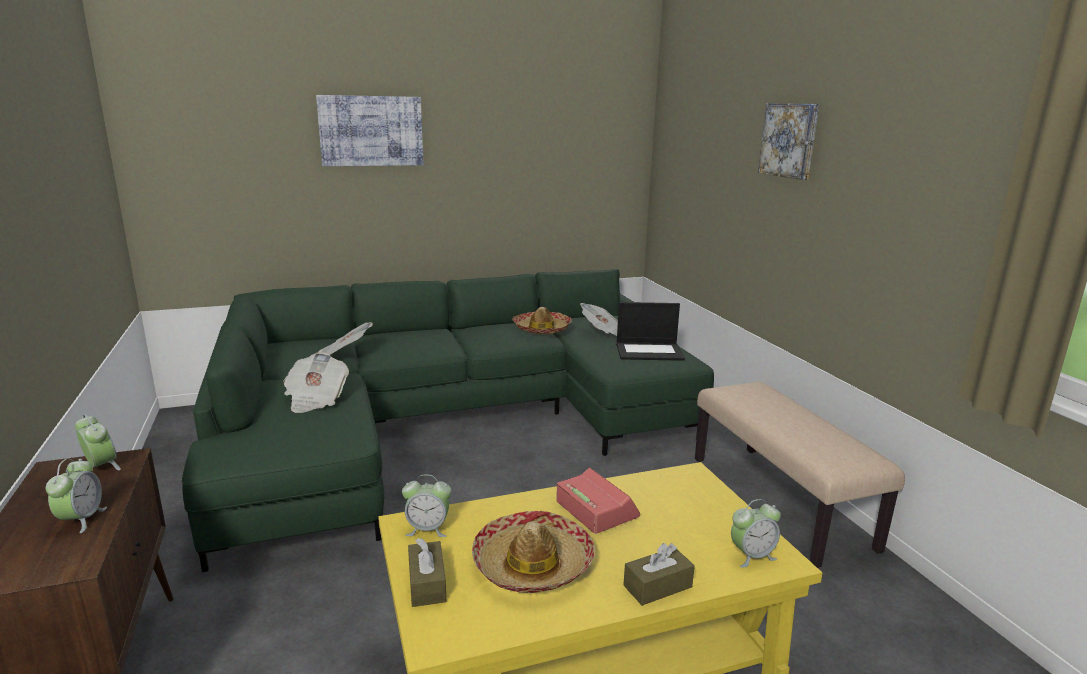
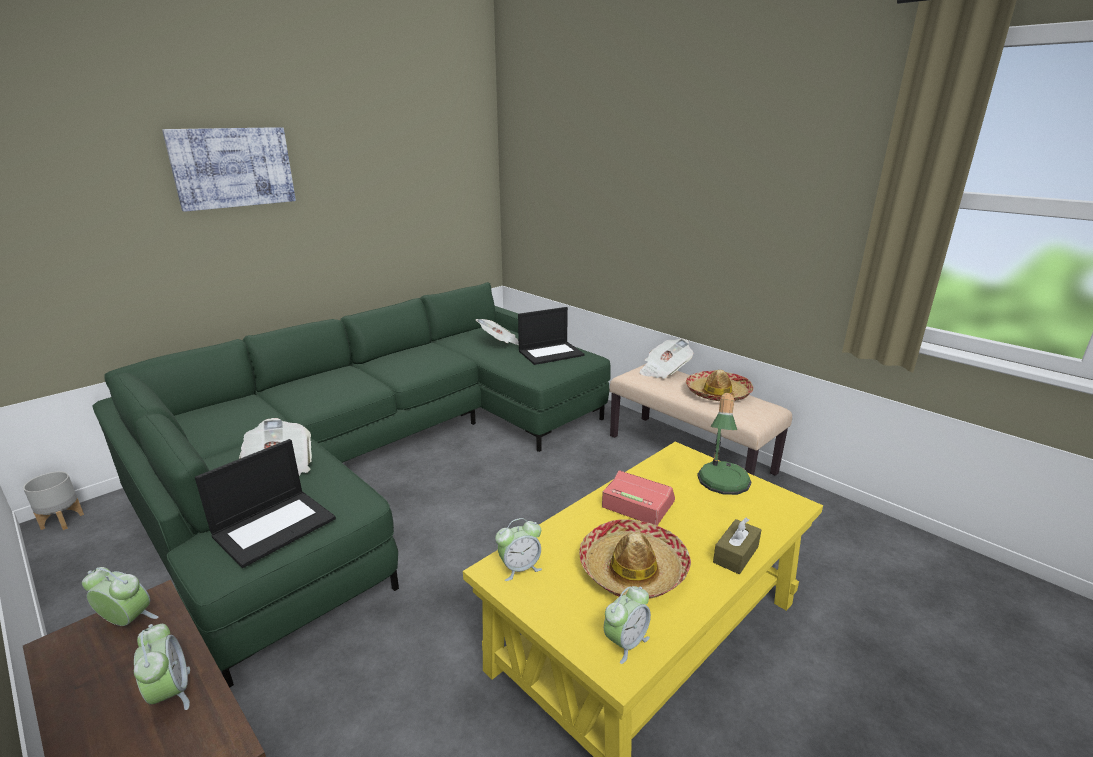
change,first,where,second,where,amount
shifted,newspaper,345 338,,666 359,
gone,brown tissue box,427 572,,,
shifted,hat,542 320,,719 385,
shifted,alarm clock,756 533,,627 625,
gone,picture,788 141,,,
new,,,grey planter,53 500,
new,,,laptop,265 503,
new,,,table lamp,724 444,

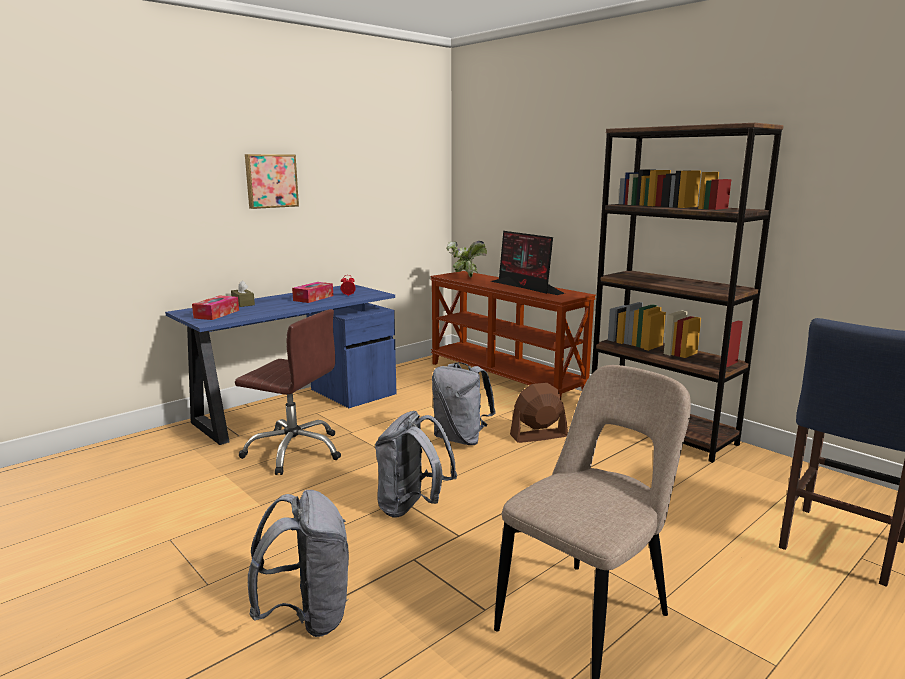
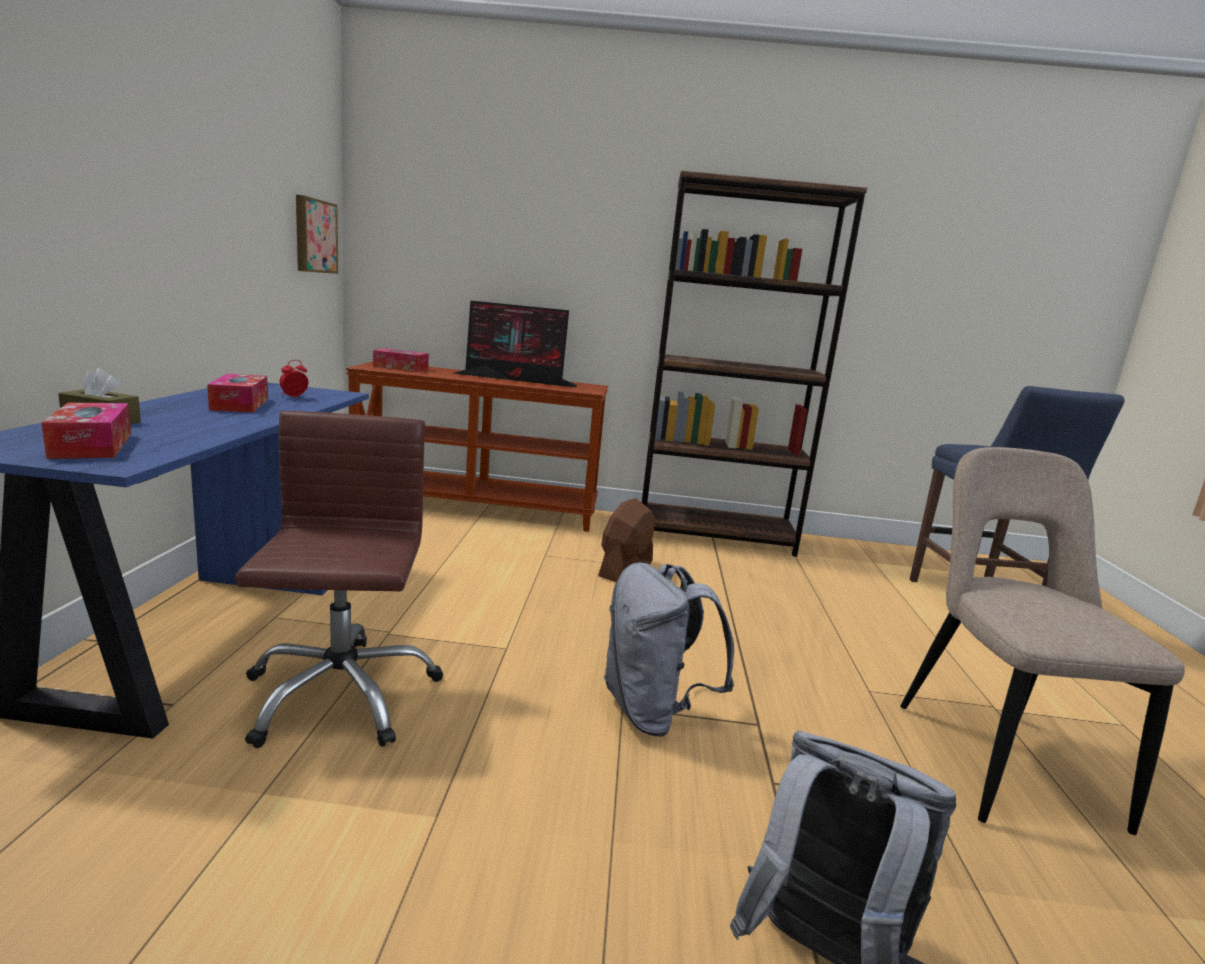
change,first,where,second,where,amount
rotated,brown office chair,288 392,,339 579,75 degrees counterclockwise
shifted,picture,272 181,,317 234,
gone,grey backpack,464 403,,,
swapped,potted plant,467 259,tissue box,401 360,

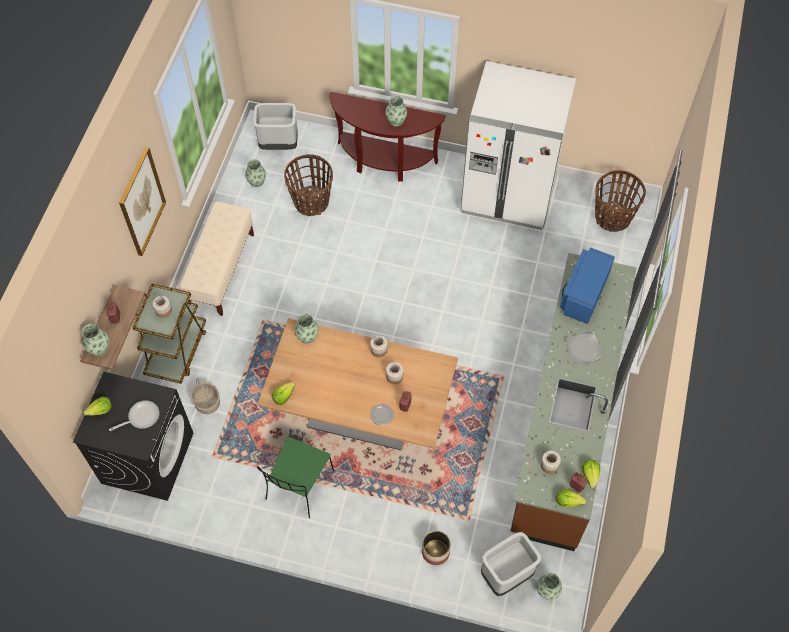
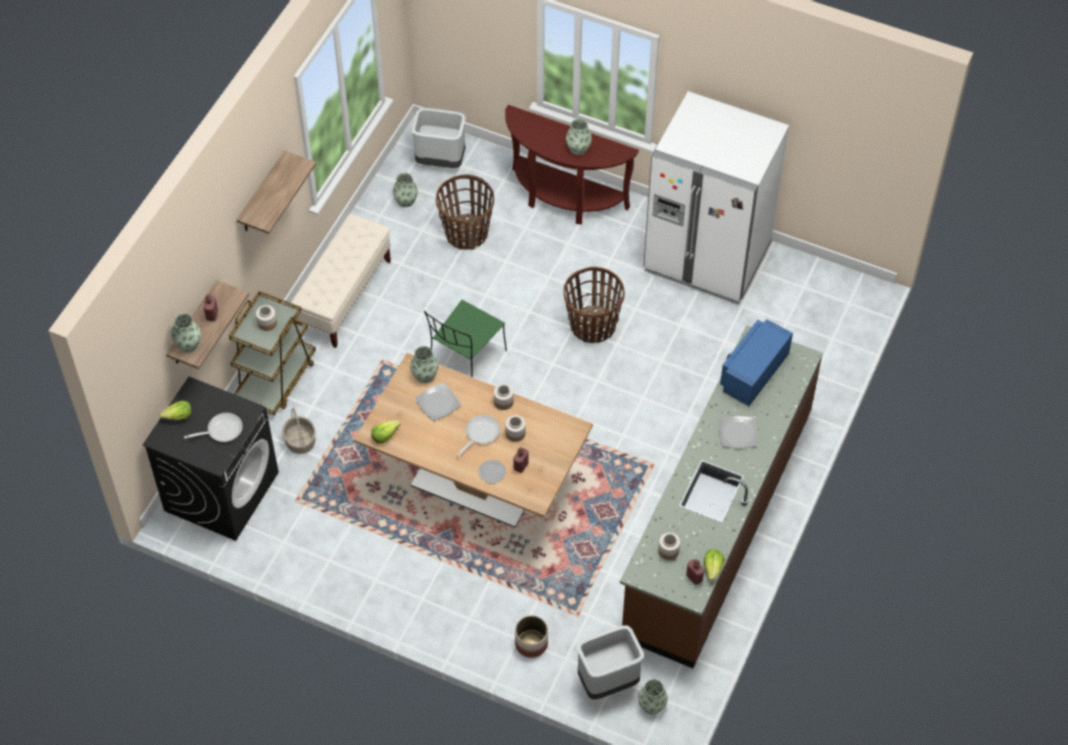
change,first,where,second,where,amount
swapped,picture,142 201,shelf,276 192,
shifted,green chair,295 478,,465 338,
gone,lettuce,571 497,,,
shifted,basket,620 201,,594 305,
new,,,plate,438 401,
new,,,frying pan,478 435,

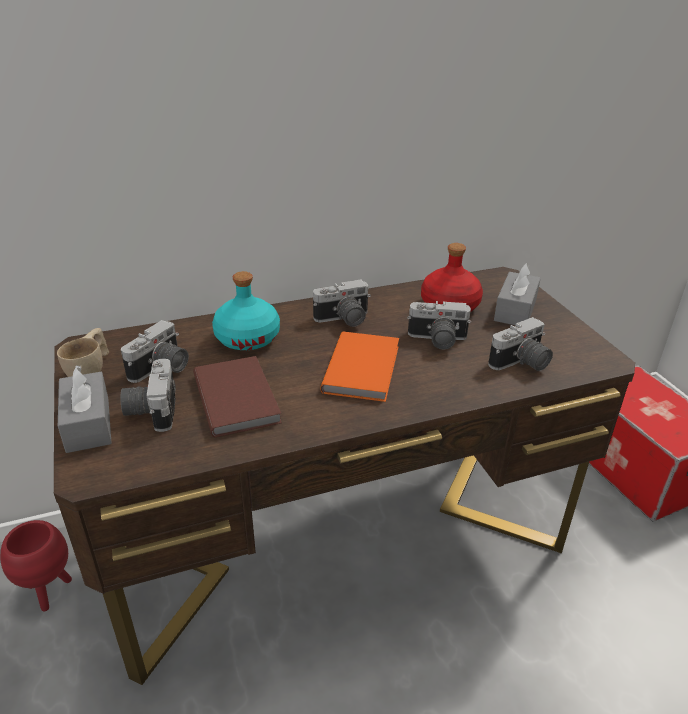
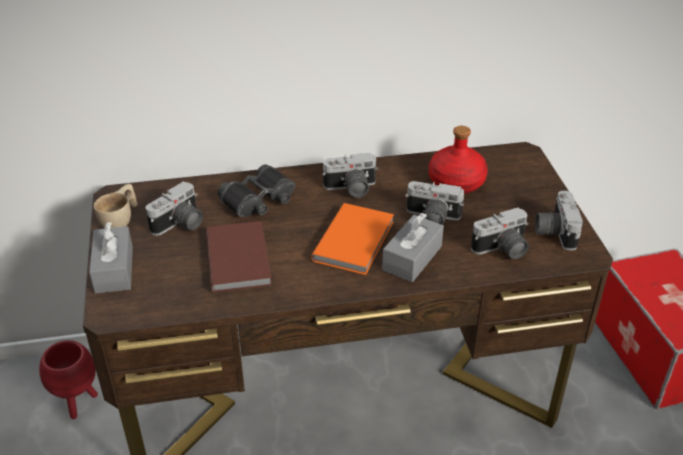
change,first,where,second,where,amount
shifted,photo camera,148 395,,559 221,
swapped,turquoise bottle,246 310,black binoculars,256 190,
shifted,grey tissue box,517 294,,413 247,

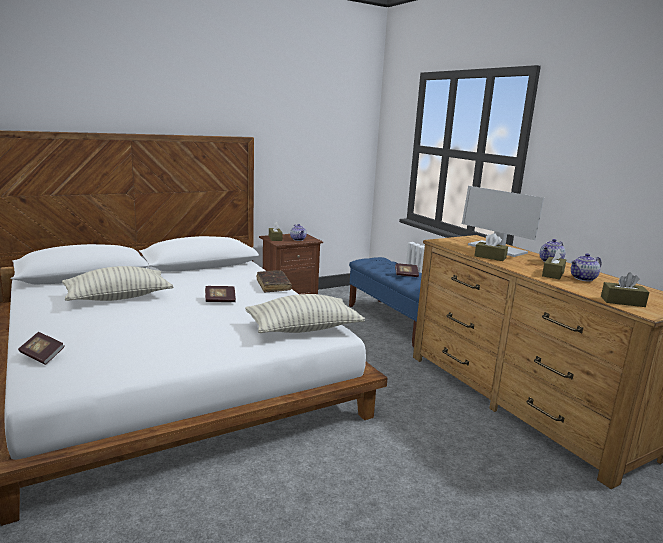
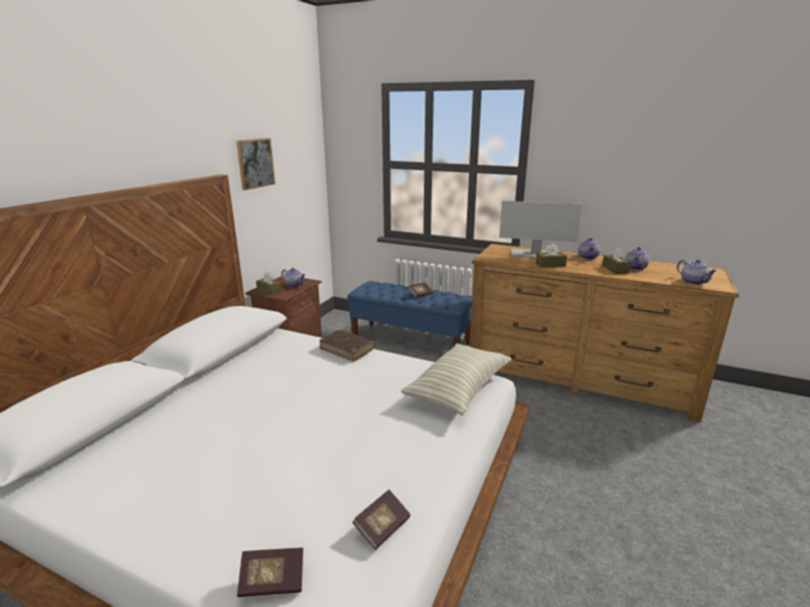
change,first,where,second,where,amount
gone,pillow,117 283,,,
shifted,book,220 294,,381 520,
swapped,brown tissue box,625 289,teapot,697 272,
new,,,picture,255 164,

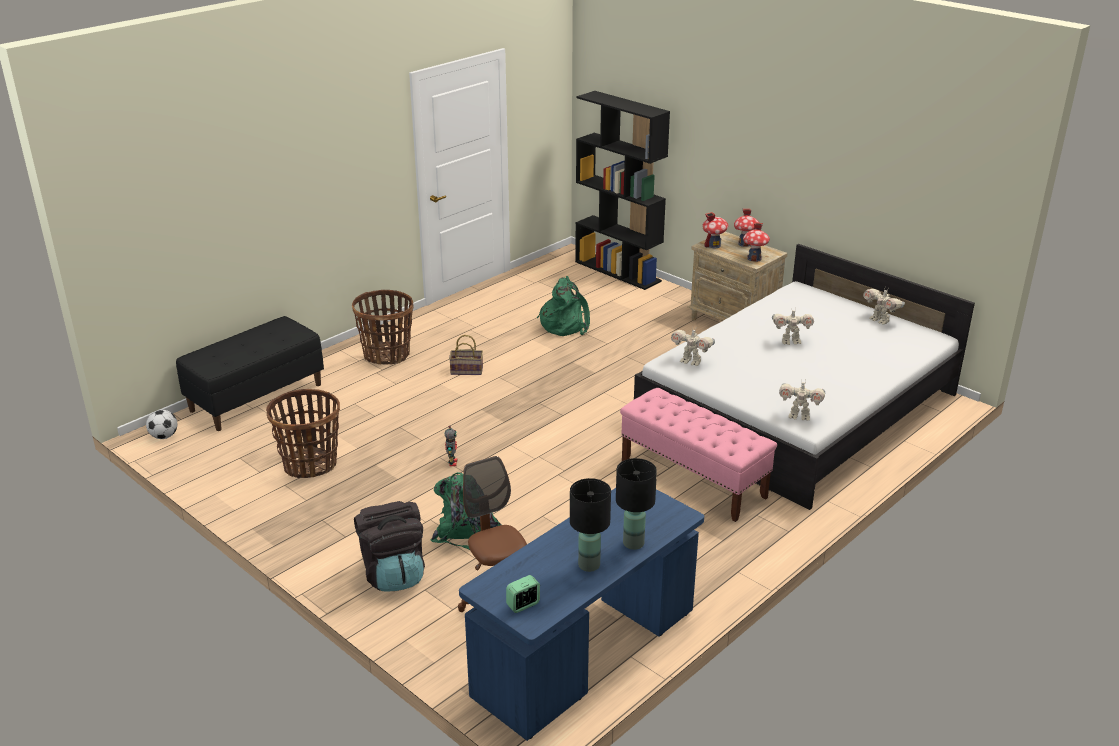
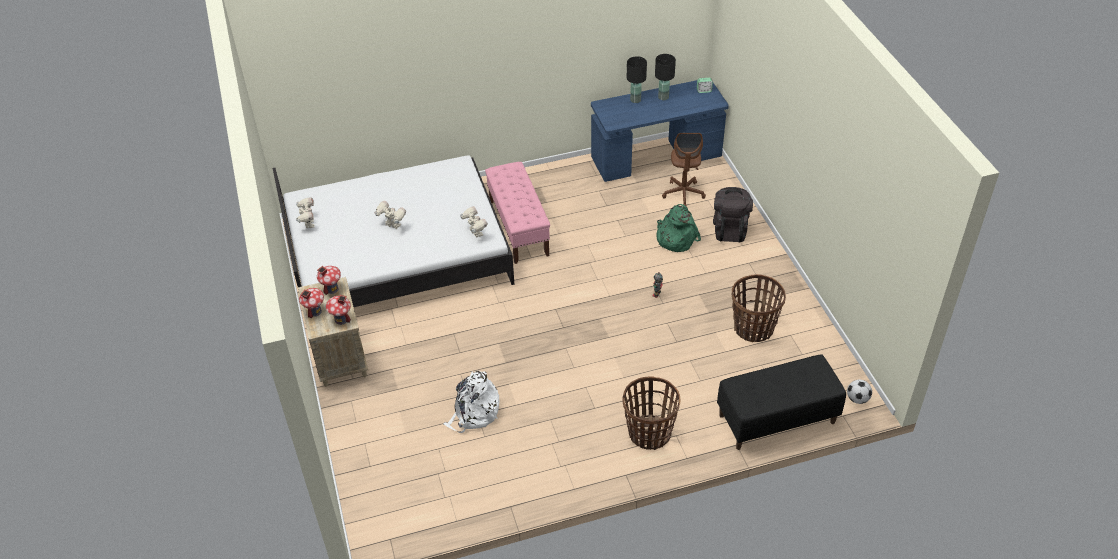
change,first,where,second,where,amount
gone,basket,466 355,,,
repainted,green backpack,563 306,white backpack,471 401,
gone,black bookcase,622 190,,,
gone,toy robot,802 399,,,

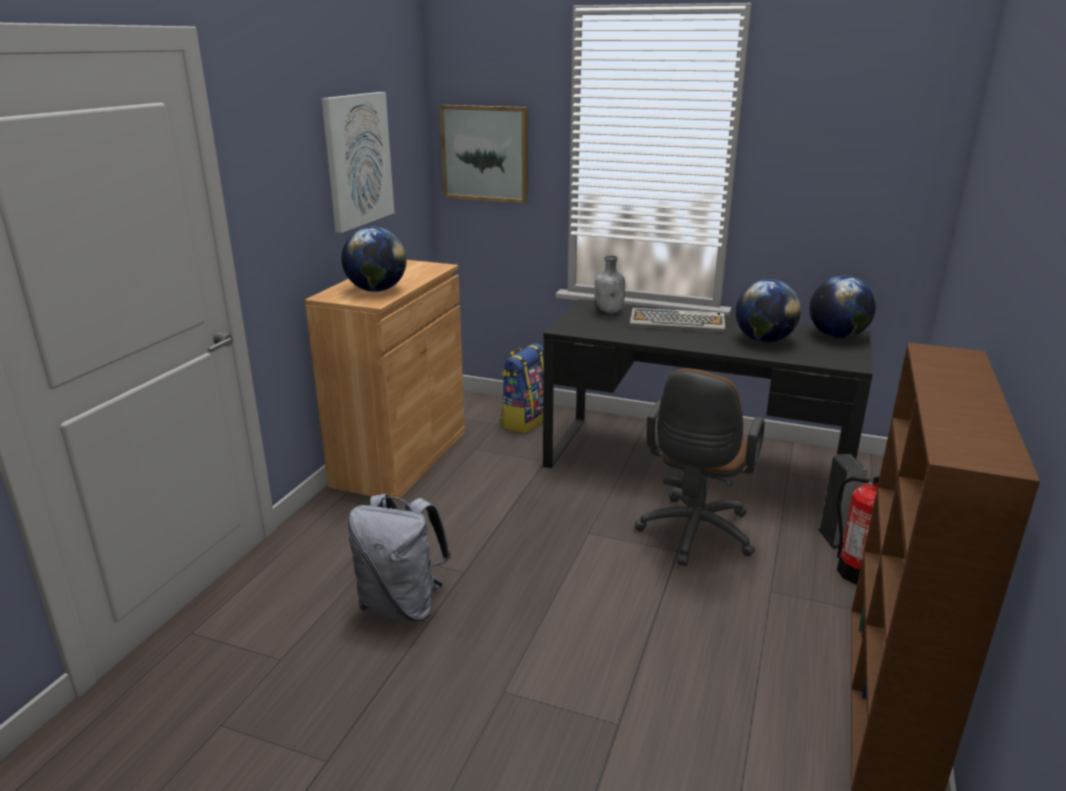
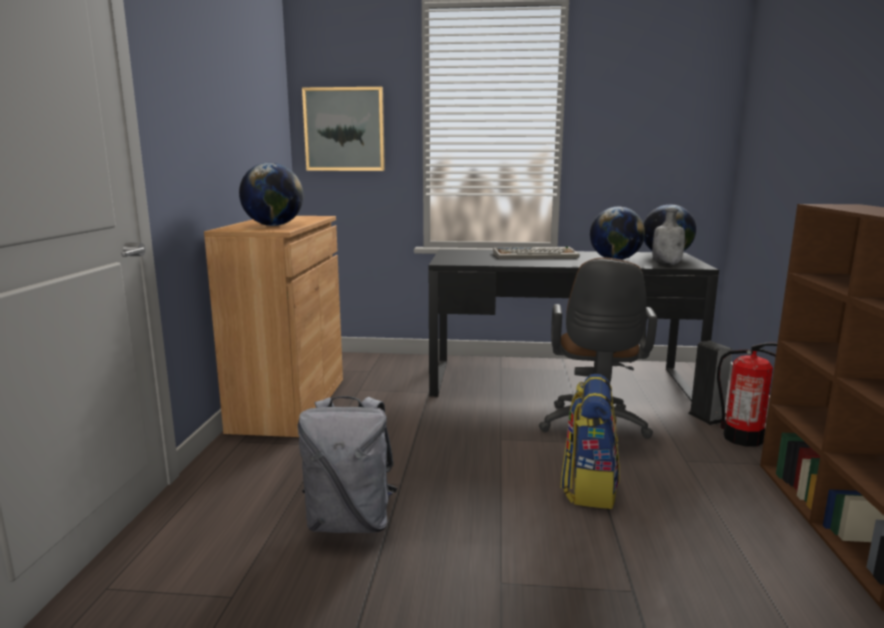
change,first,where,second,where,amount
gone,picture,358 162,,,
shifted,backpack,522 388,,590 441,
shifted,grey bottle,609 285,,668 236,

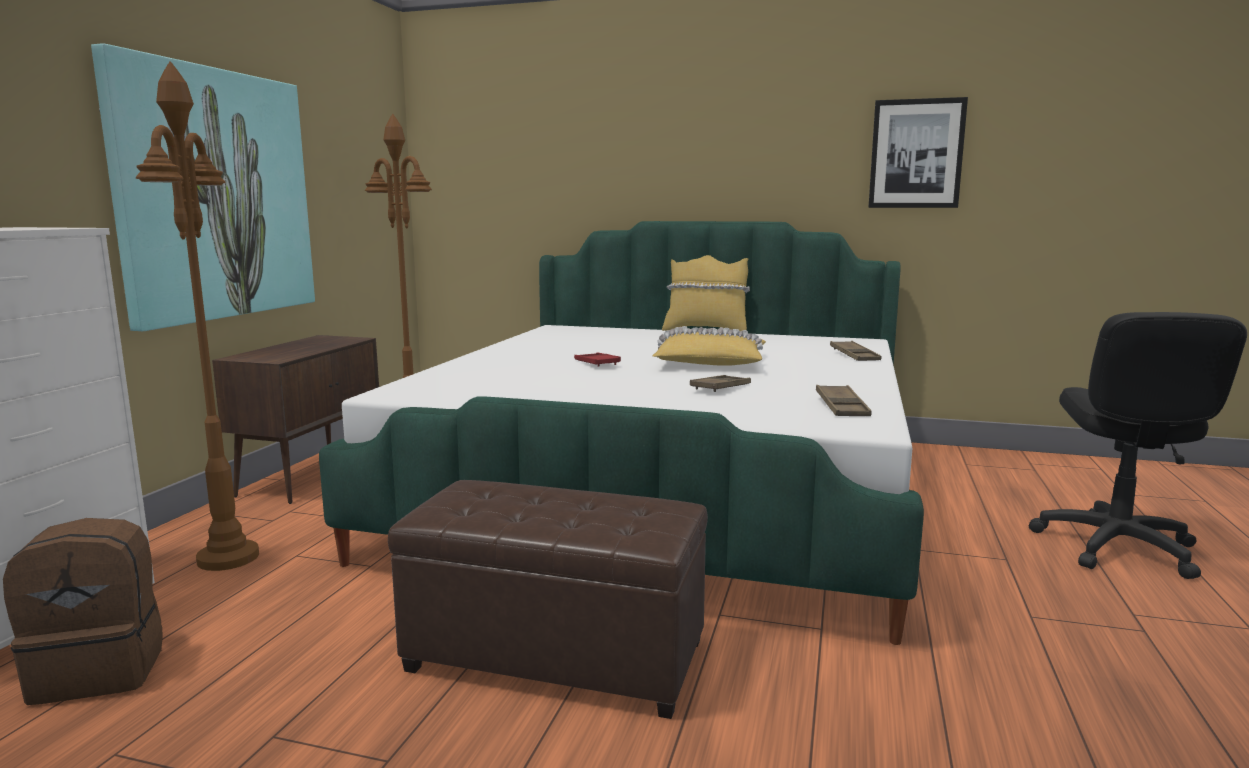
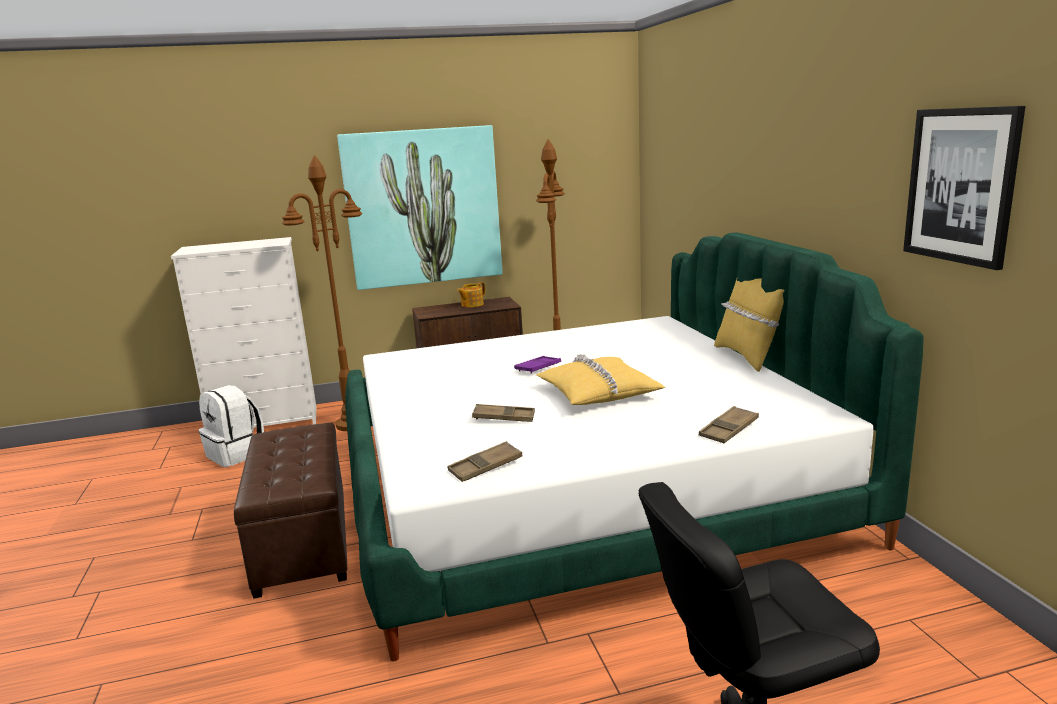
change,first,where,second,where,amount
repainted,brown backpack,83 611,white backpack,231 426,
repainted,red tray,597 360,purple tray,537 365,
new,,,teapot,471 294,

